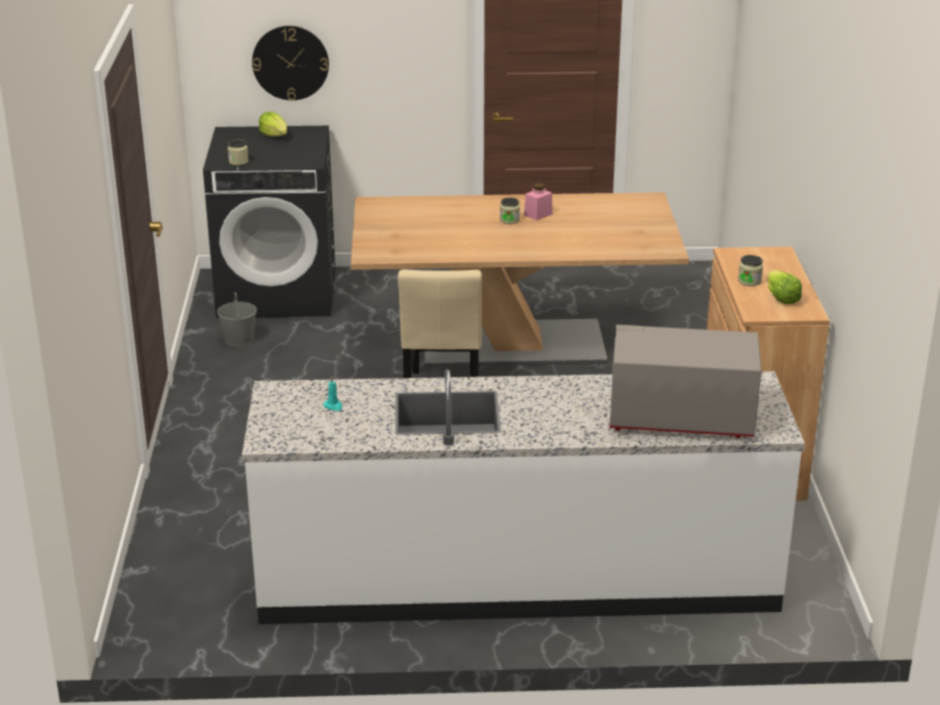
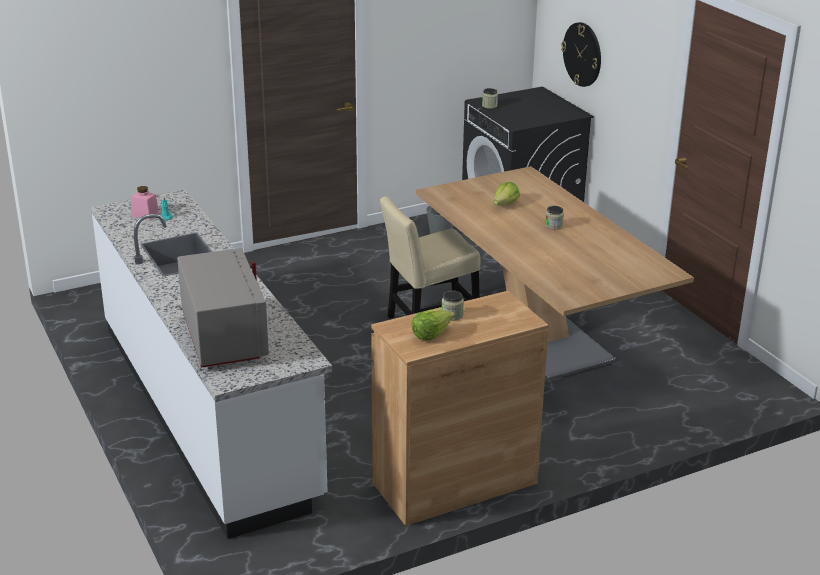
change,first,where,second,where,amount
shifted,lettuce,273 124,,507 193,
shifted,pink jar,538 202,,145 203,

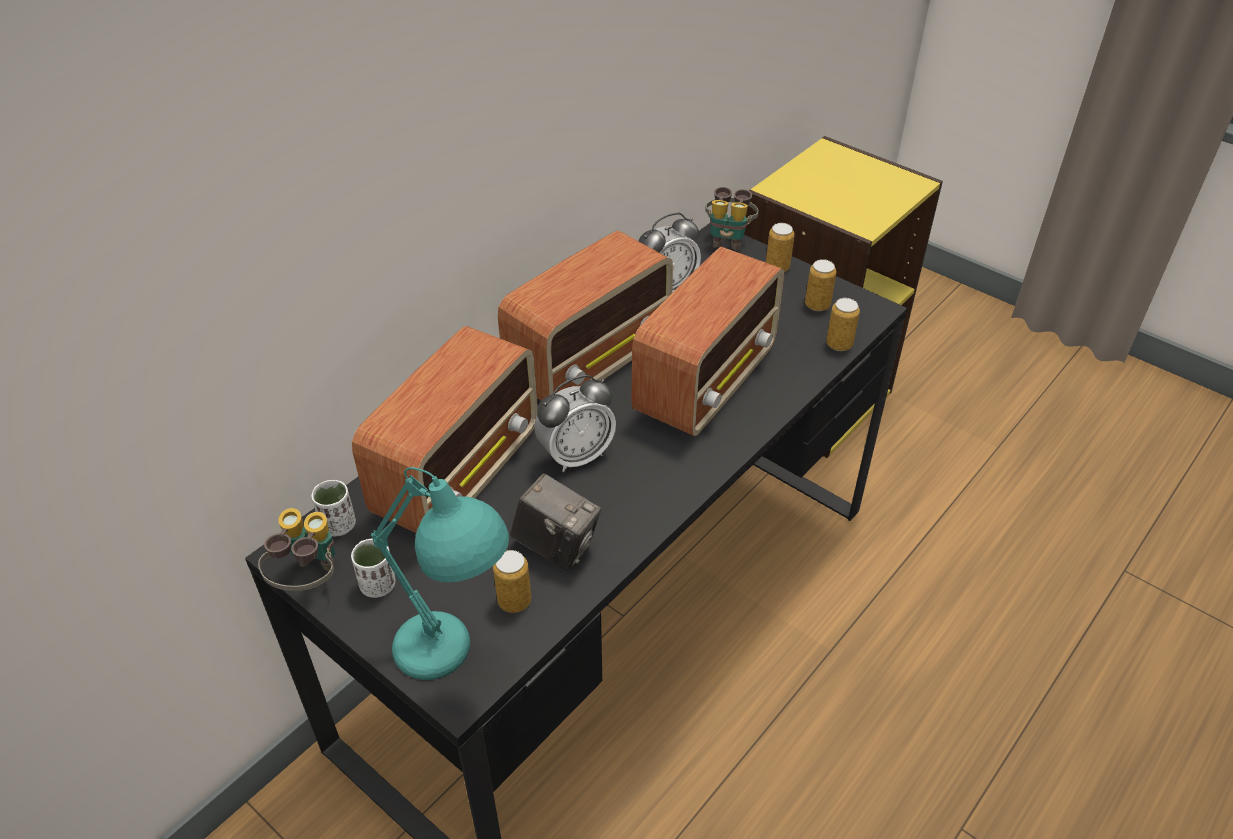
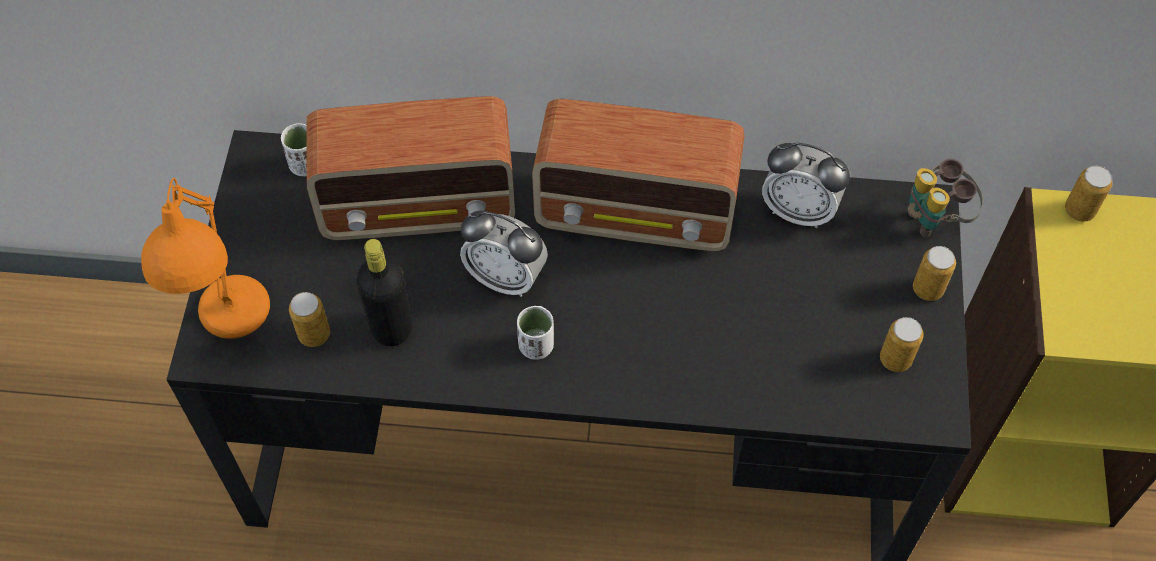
change,first,where,second,where,amount
gone,binoculars,296 549,,,
shifted,white cup,373 568,,535 333,
repainted,turquoise table lamp,440 573,orange table lamp,205 258,
swapped,photo camera,555 522,black bottle,384 292,
gone,radio,708 341,,,
shifted,can,843 324,,1088 194,

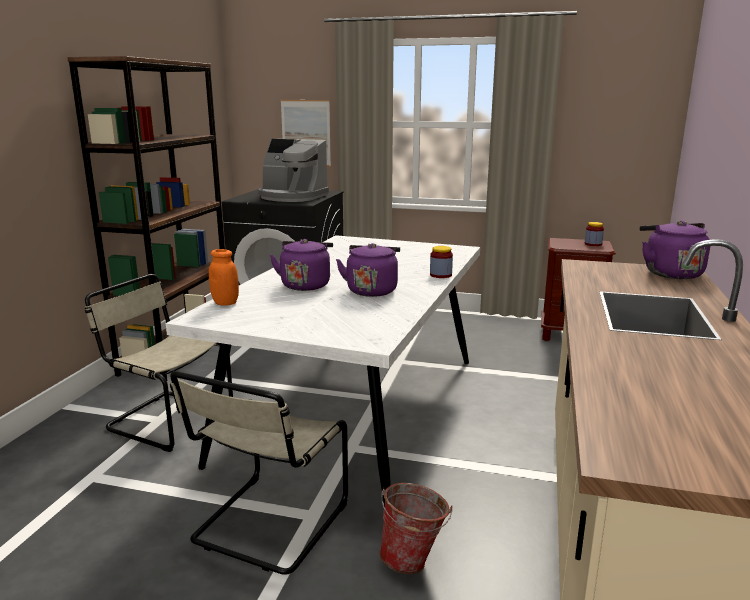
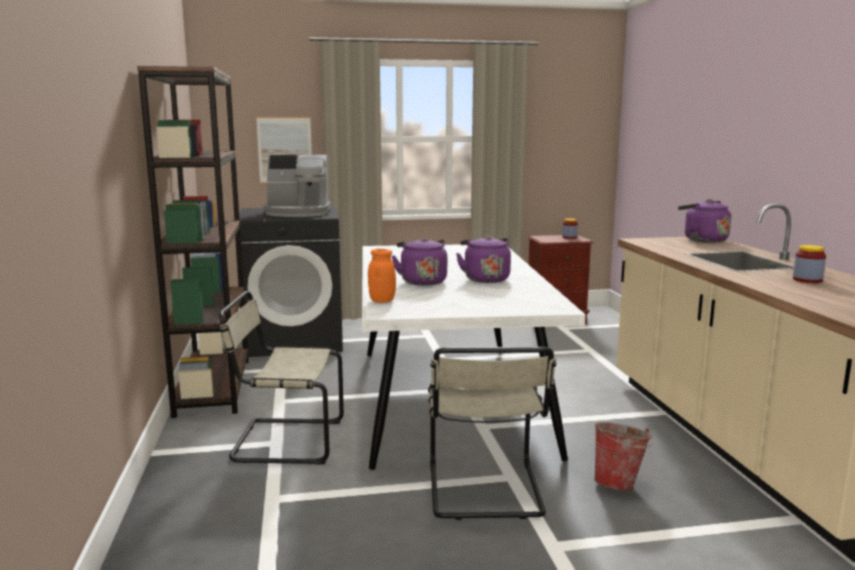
change,first,where,second,where,amount
shifted,jar,441 262,,809 264,

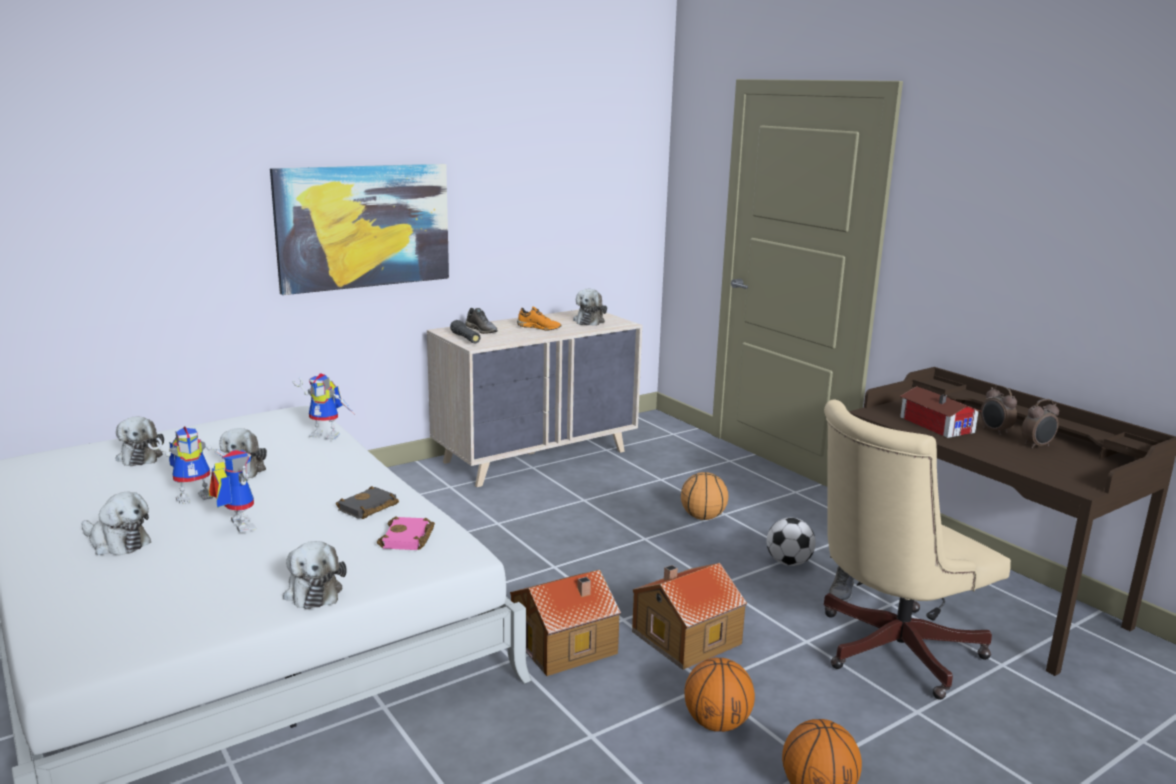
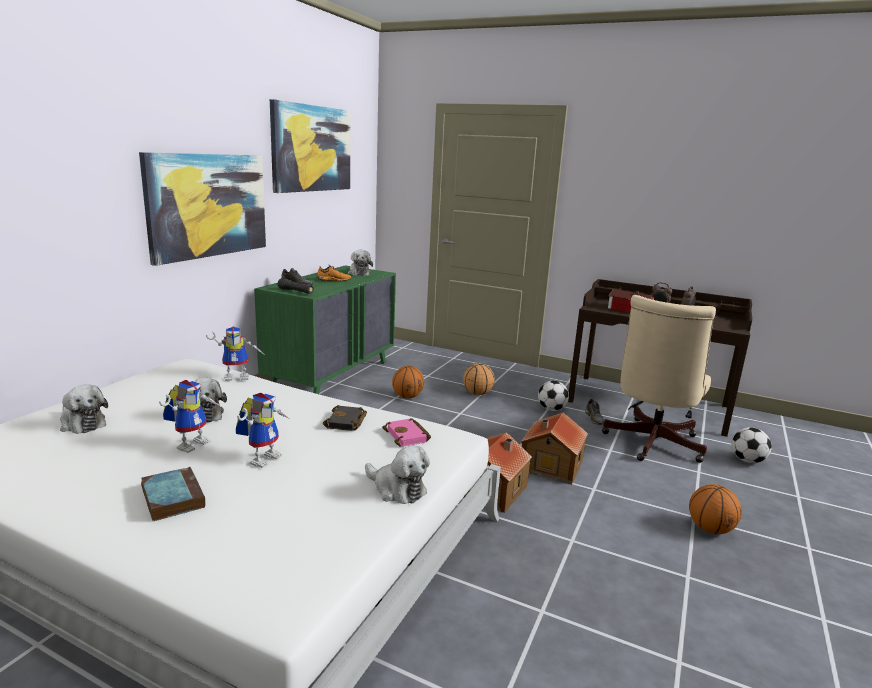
change,first,where,second,where,amount
swapped,plush toy,116 523,book,173 494,
rotated,toy robot,232 491,,262 430,90 degrees clockwise
repainted,beige dresser,534 398,green dresser,325 330,
shifted,basketball,719 694,,408 382,
new,,,picture,310 146,
new,,,football,751 445,

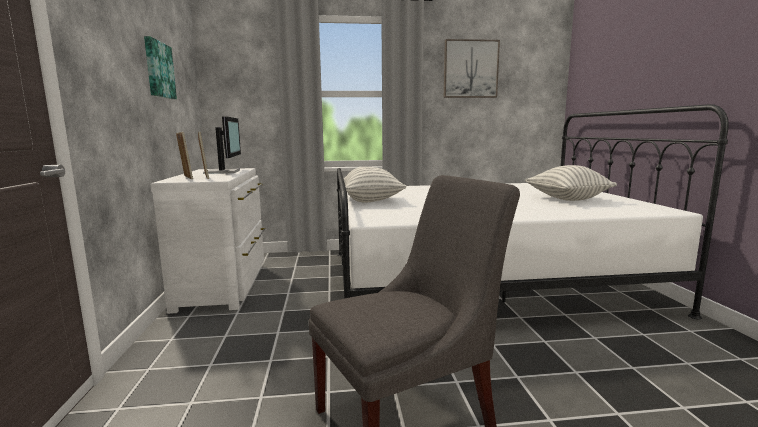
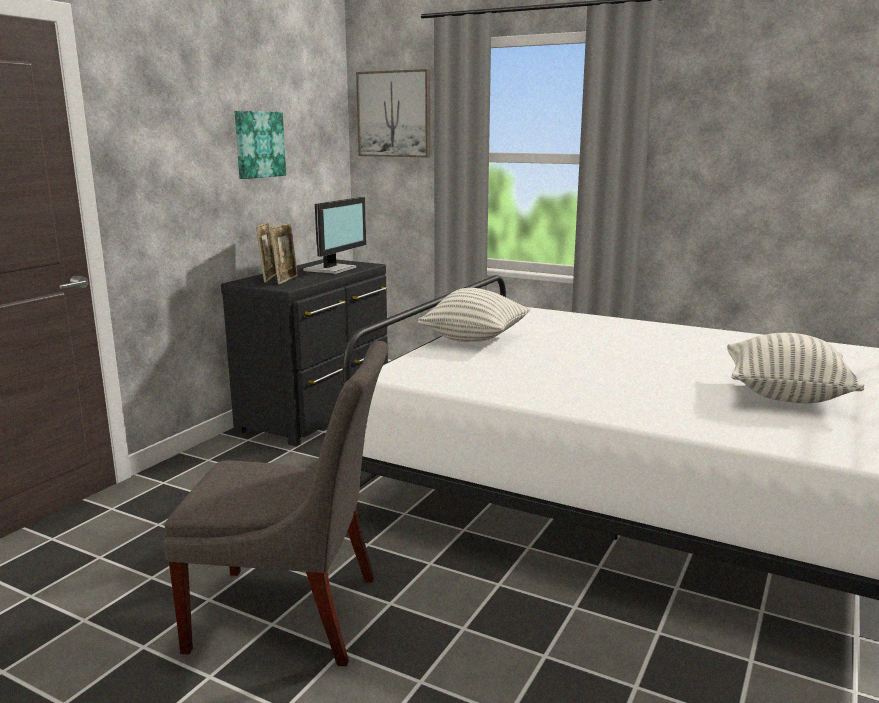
change,first,where,second,where,amount
repainted,white dresser,207 241,black dresser,304 353,
shifted,picture,472 68,,393 113,

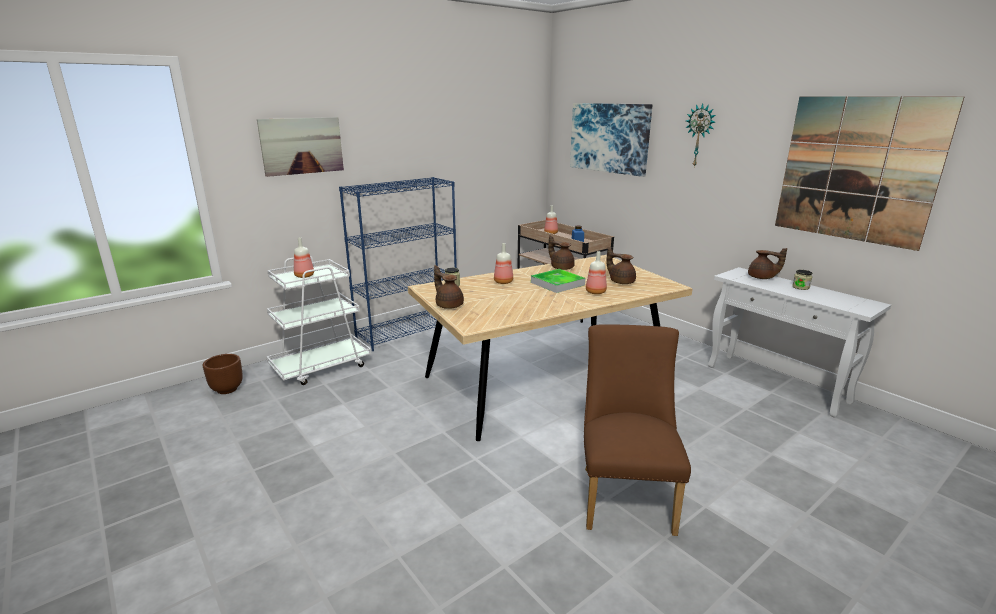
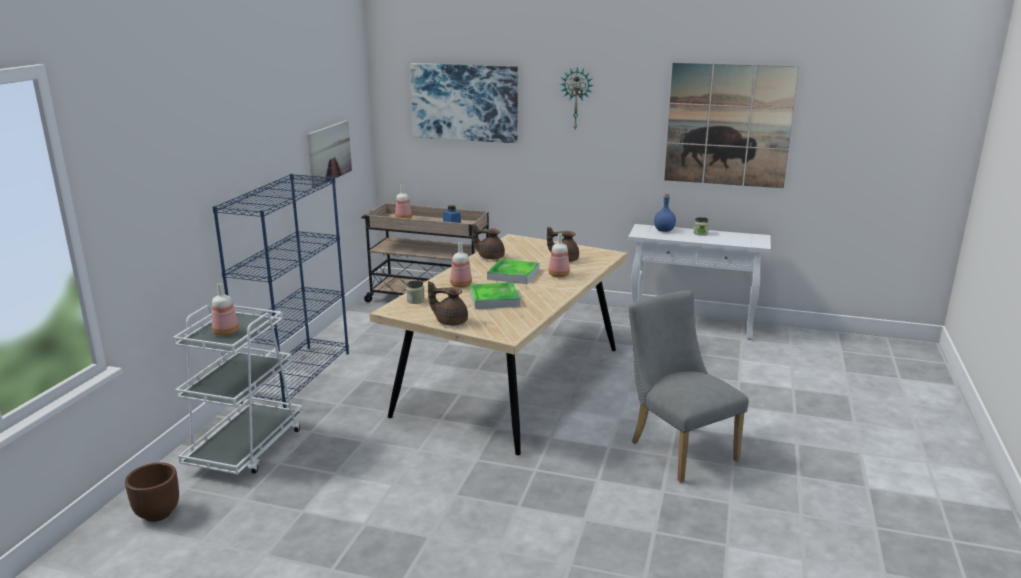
change,first,where,second,where,amount
shifted,picture,300 147,,329 154,
repainted,brown chair,637 430,grey chair,689 387,
swapped,brown teapot,767 263,blue bottle,665 213,
new,,,tray,495 295,

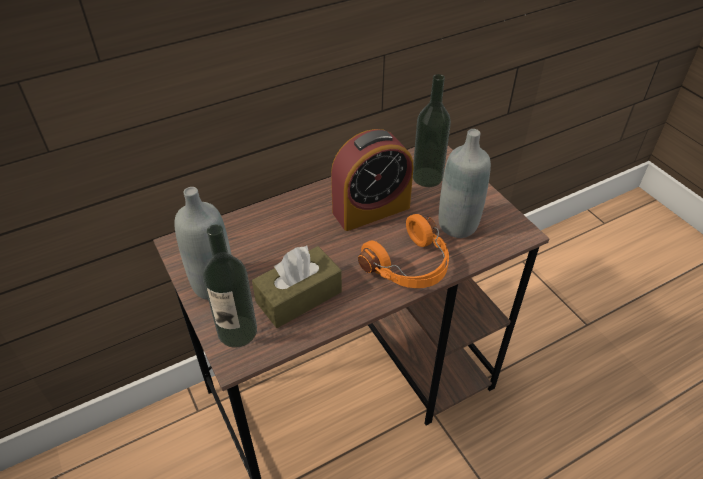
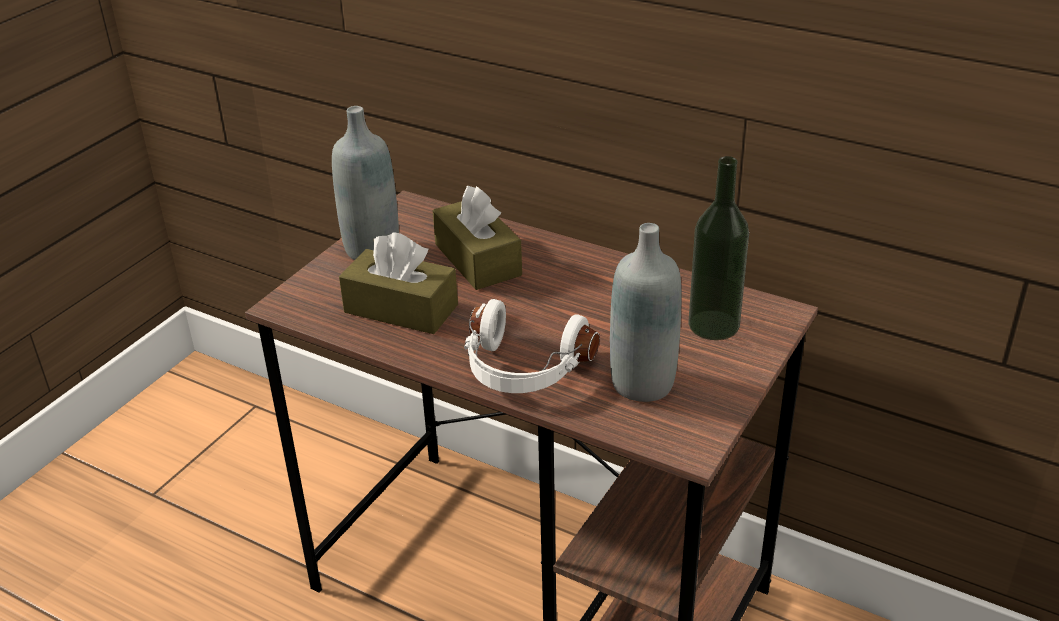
change,first,where,second,where,amount
gone,bottle,230 286,,,
gone,alarm clock,372 180,,,
repainted,orange headphones,403 251,white headphones,531 346,
new,,,brown tissue box,477 238,

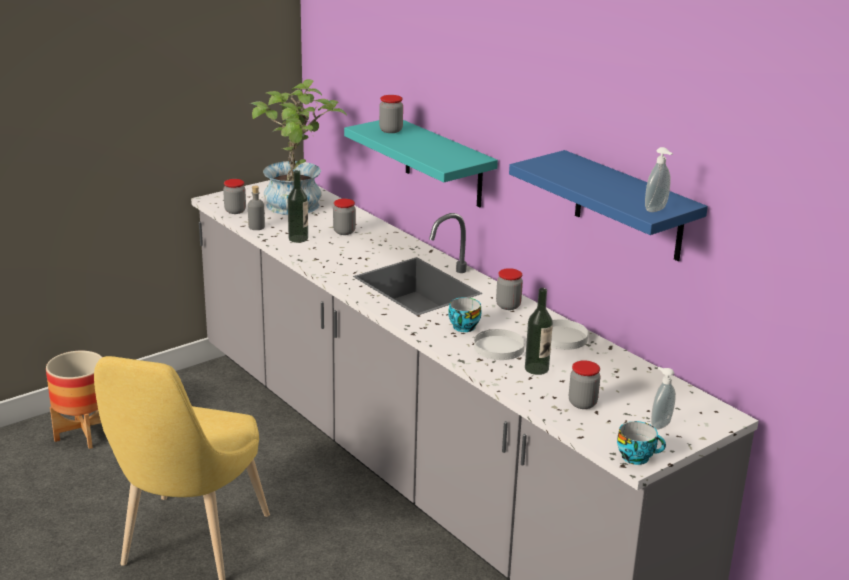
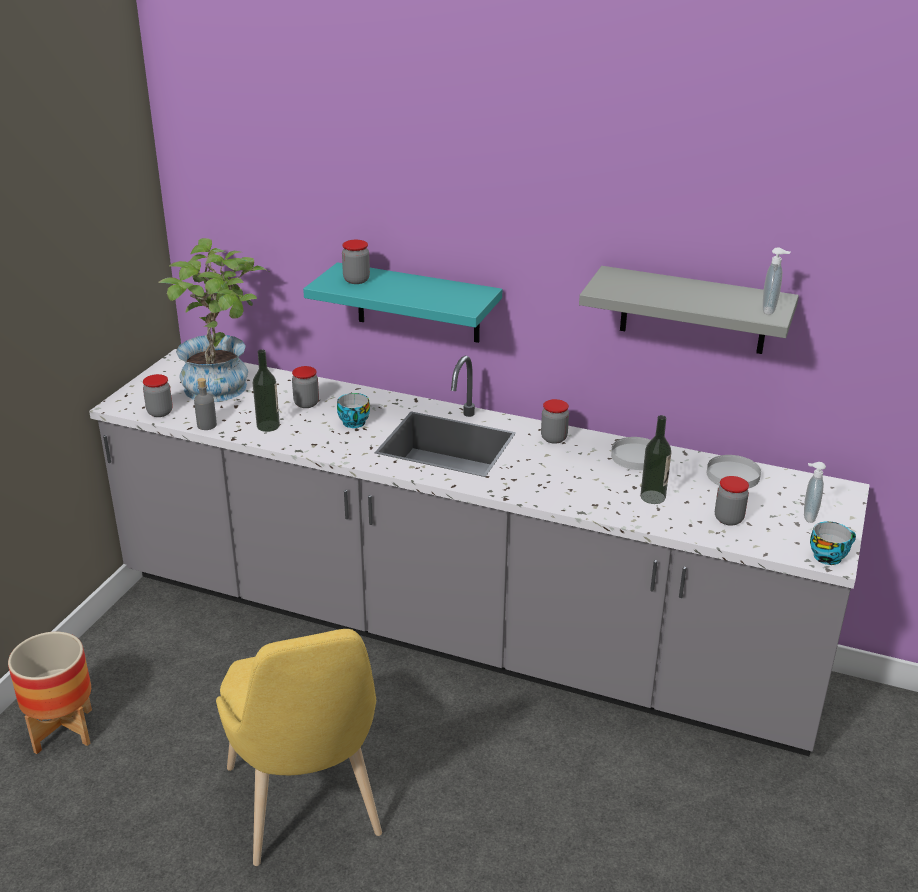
change,first,where,second,where,amount
shifted,cup,464 314,,353 410,
shifted,white plate,499 344,,734 472,
repainted,blue shelf,608 205,grey shelf,689 310,

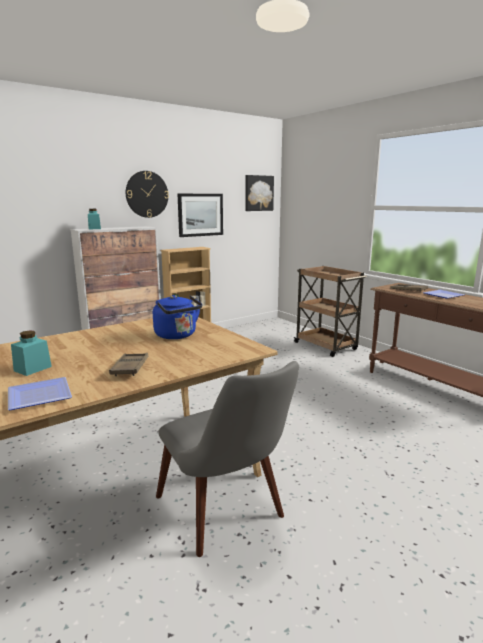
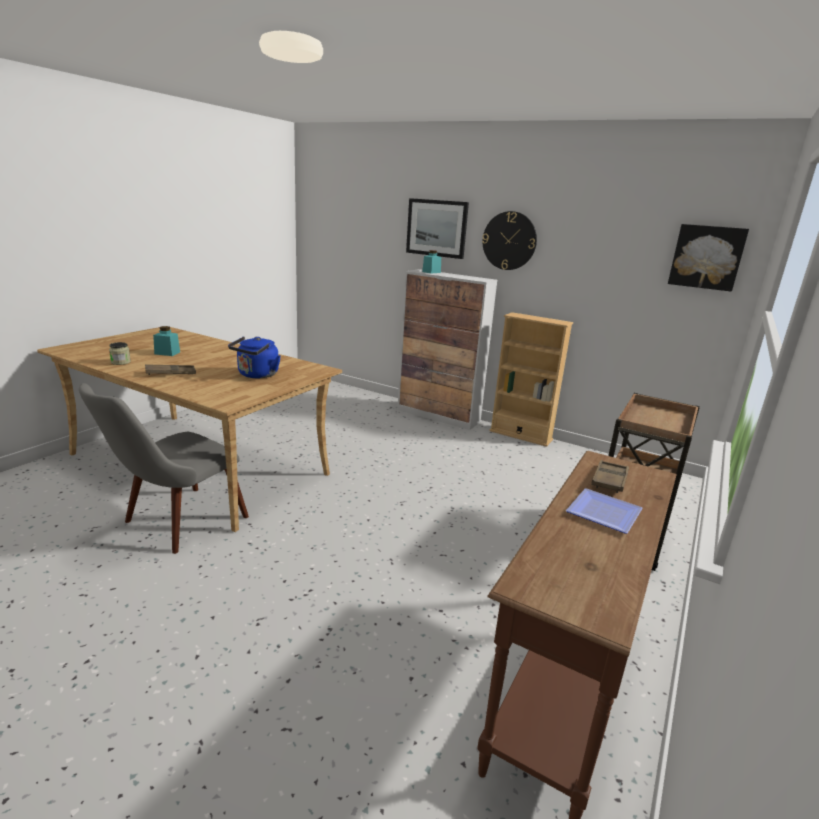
change,first,where,second,where,amount
swapped,plate,40 393,jar,120 353,
shifted,picture,200 215,,437 228,

